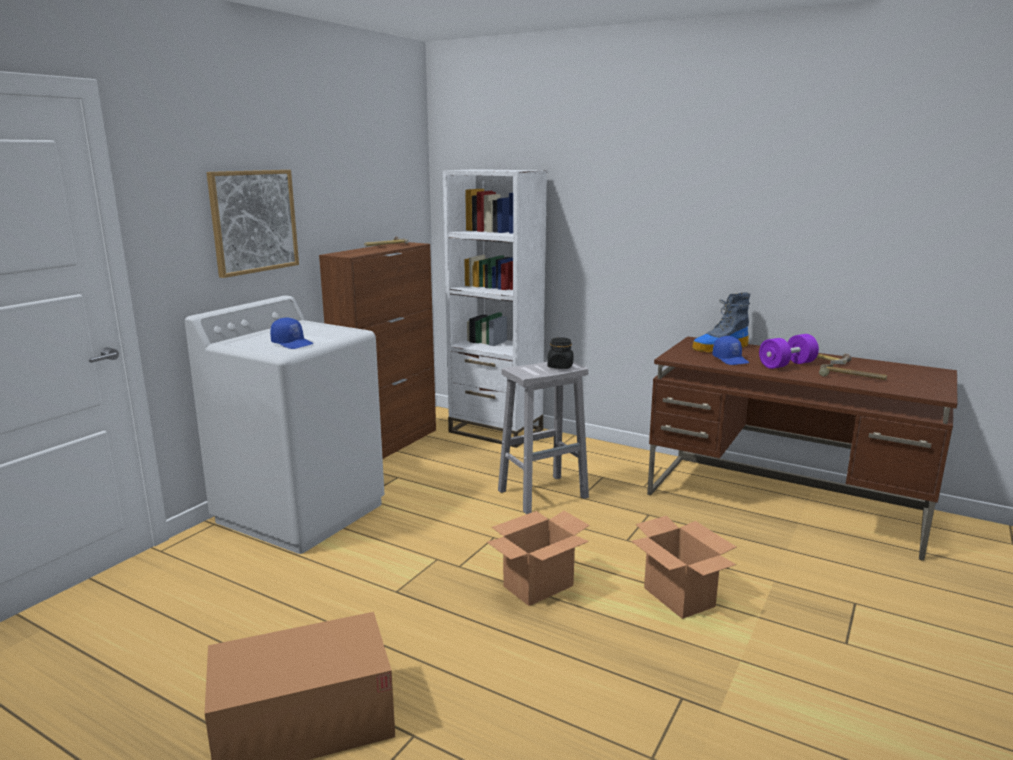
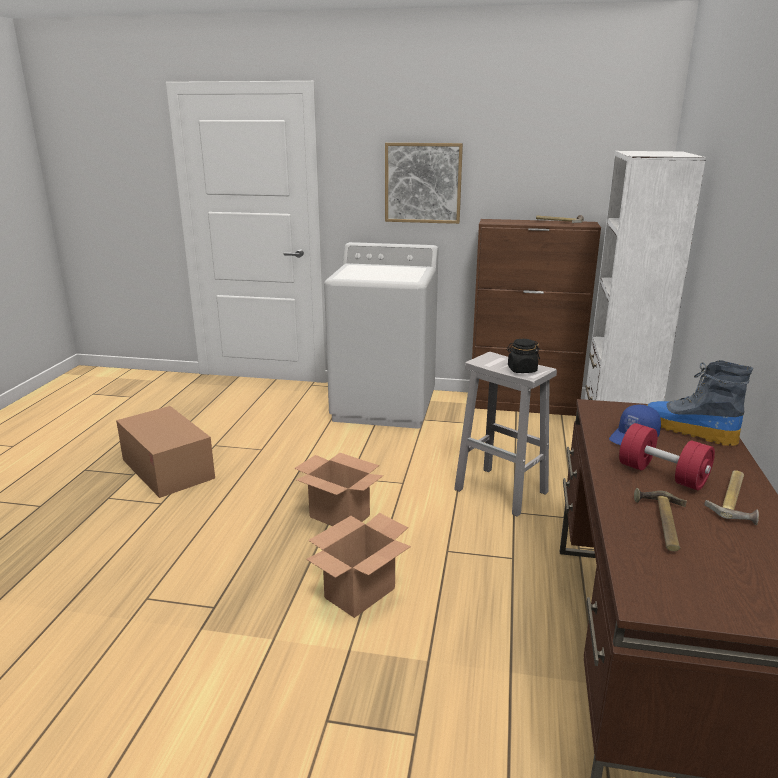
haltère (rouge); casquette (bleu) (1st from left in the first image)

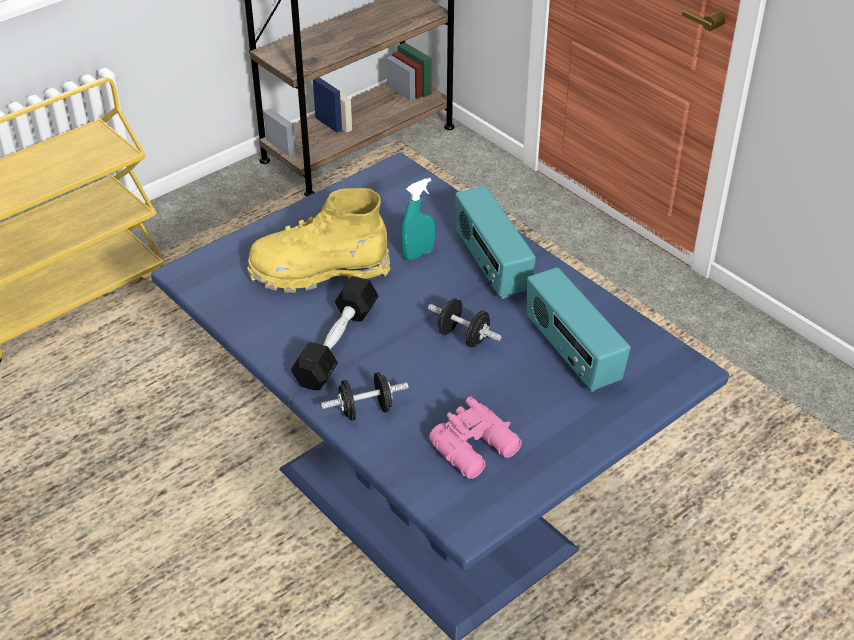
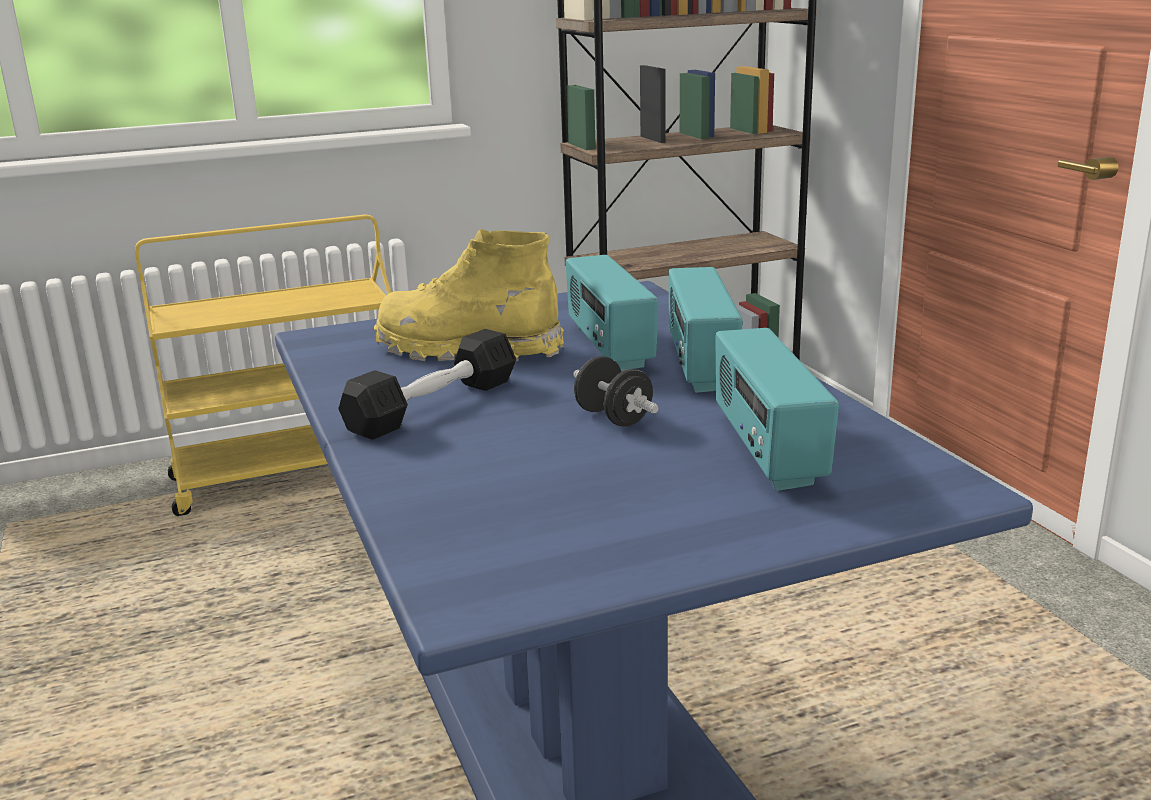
radio (1st from left); haltère (noir) (2nd from left in the first image); jumelles (rose)

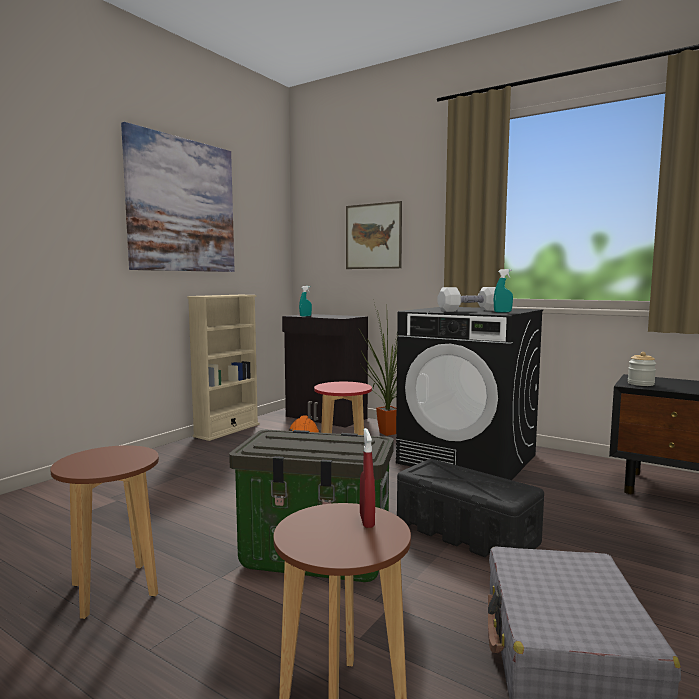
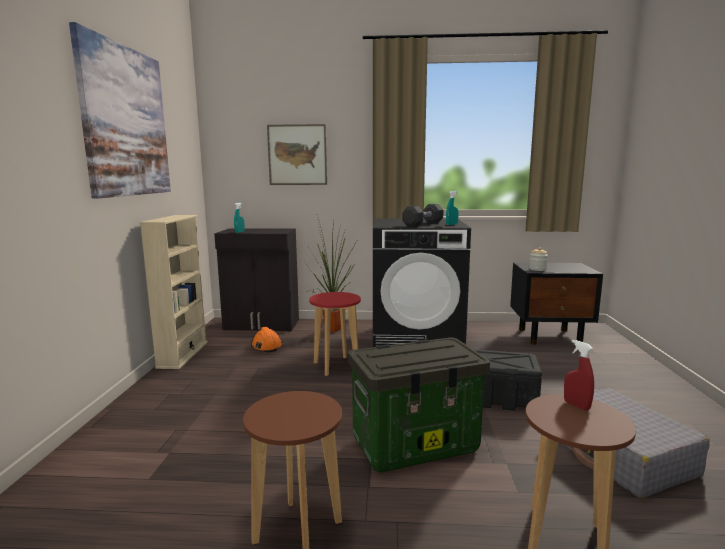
haltère (noir)

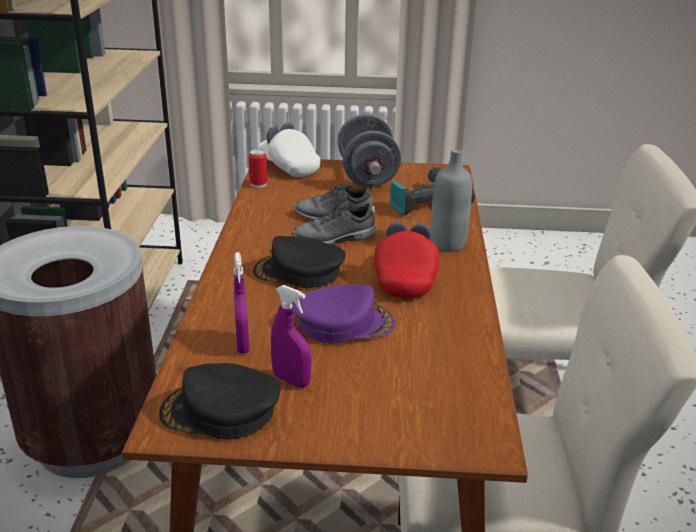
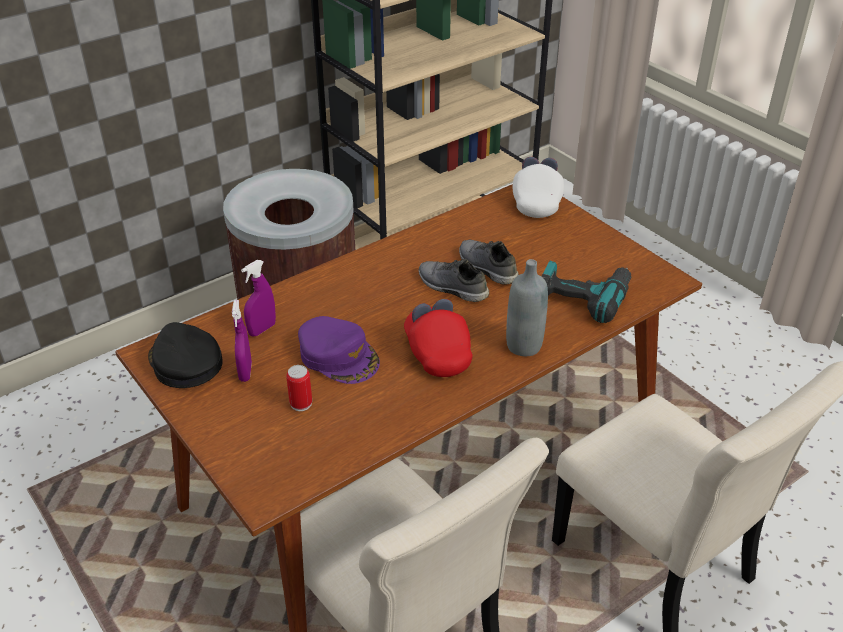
boîte métallique; casquette (rouge); casquette (noir) (2nd from left in the first image); haltère (gris)

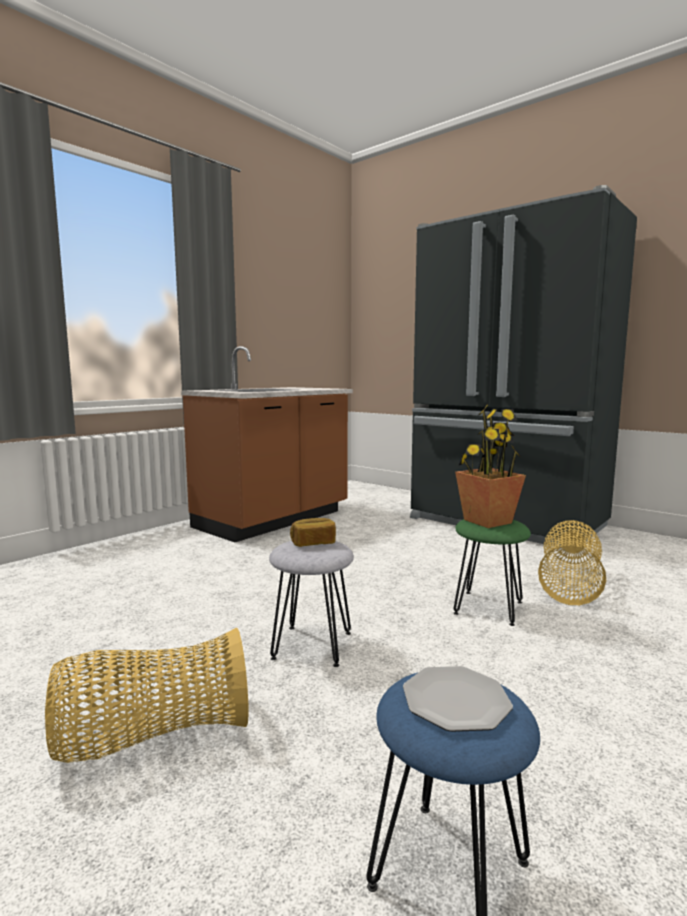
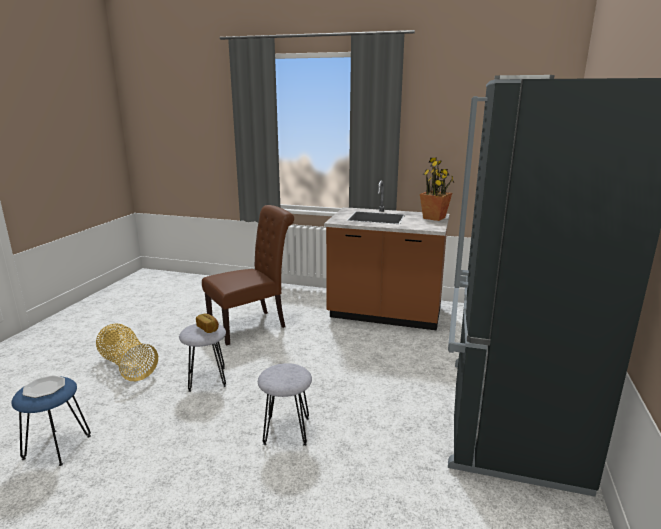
chaise (marron); tabouret (gris) (2nd from left); plante en pot; panier (2nd from left in the first image)

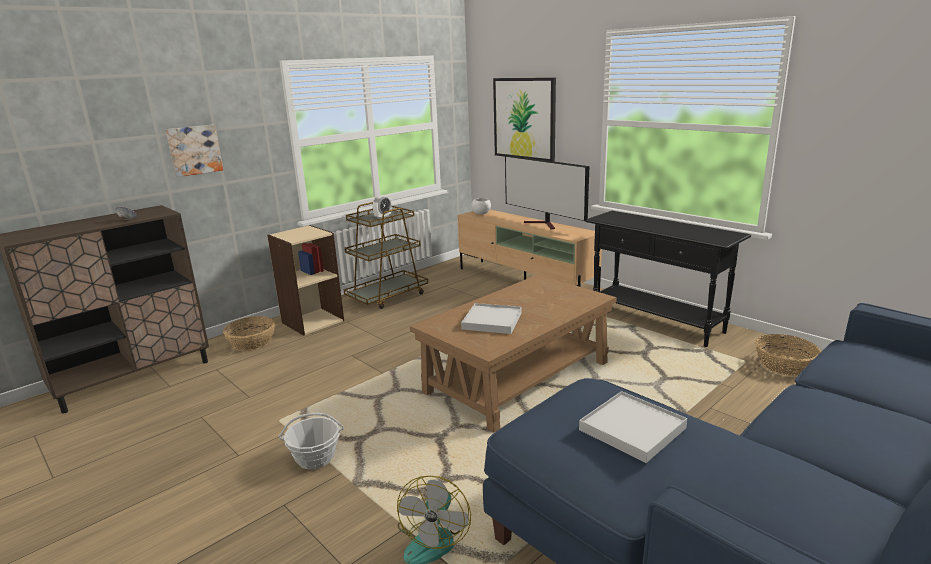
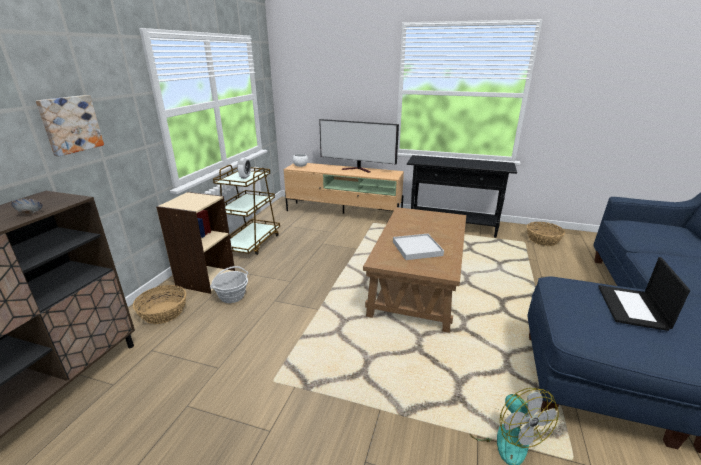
panier (2nd from left); ordinateur portable; tableau (2nd from left in the first image)

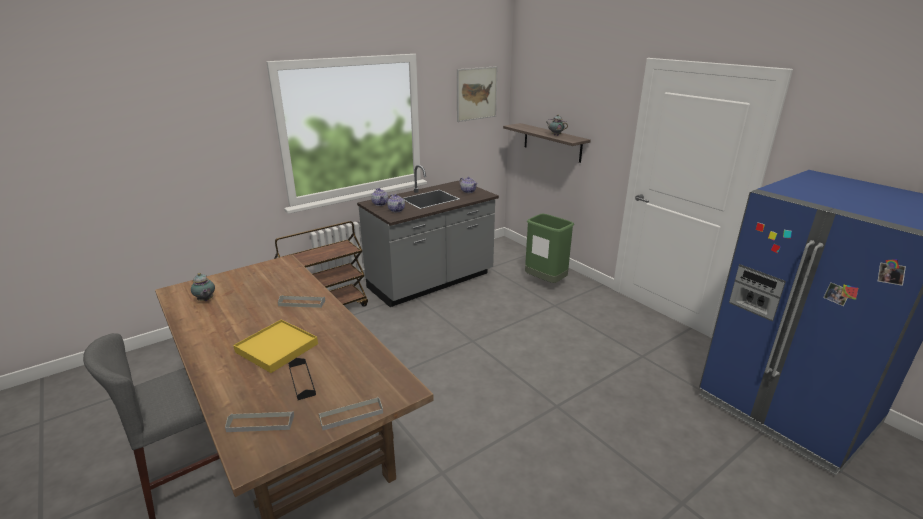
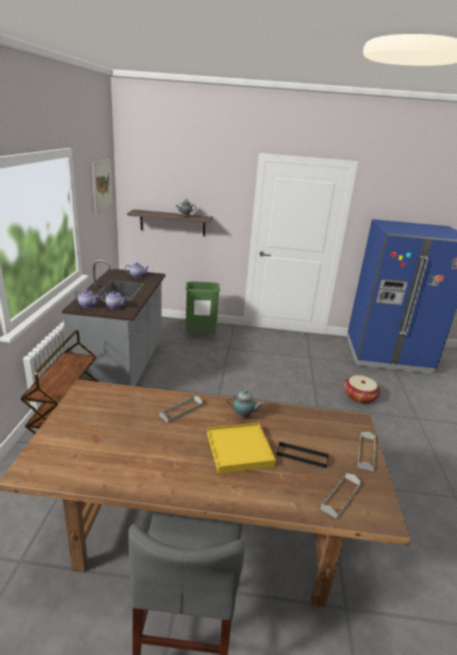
théière (5th from left); panier

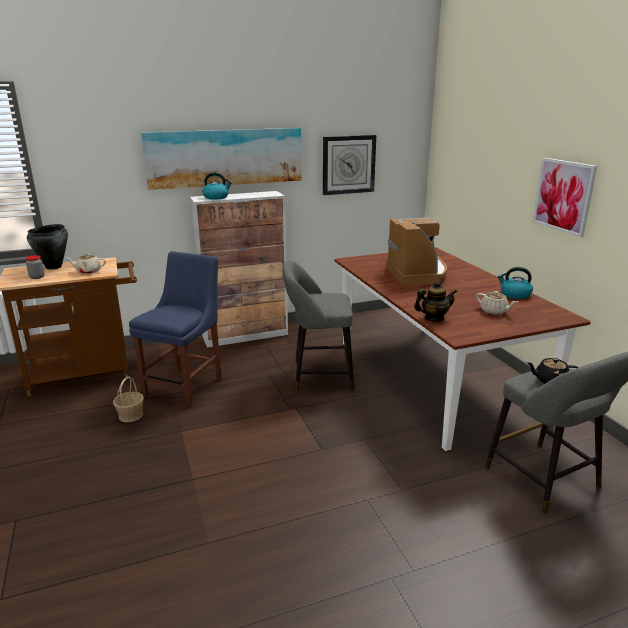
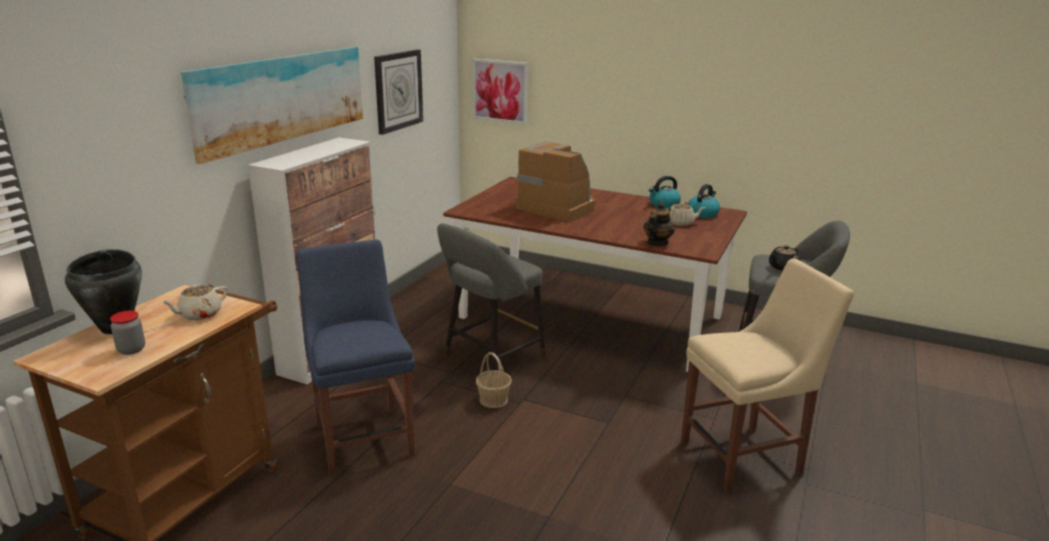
tableau (2nd from left); panier; chaise (beige); bouilloire (2nd from left)

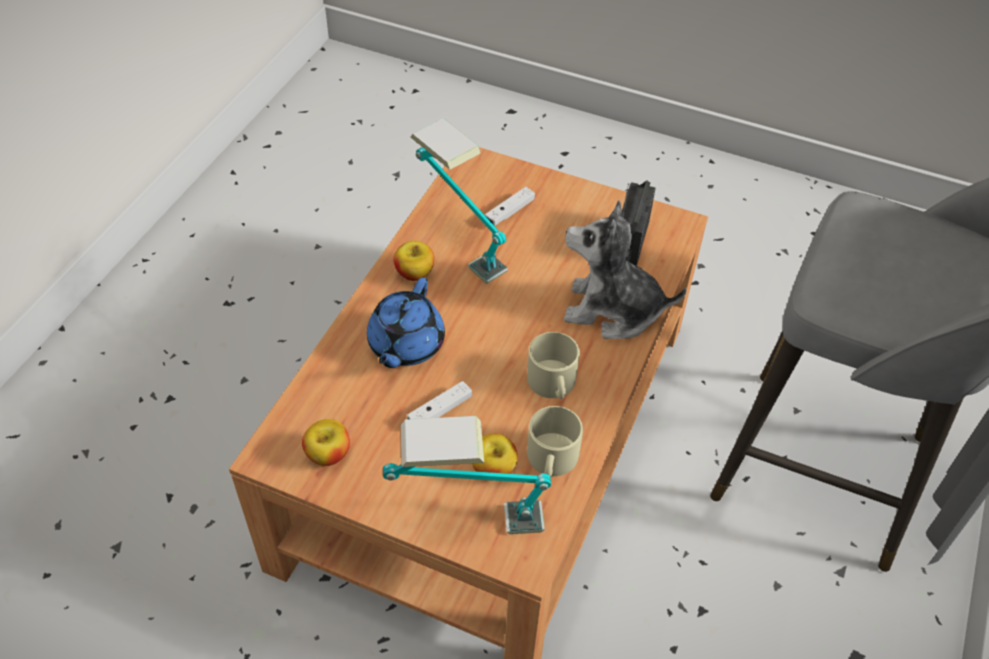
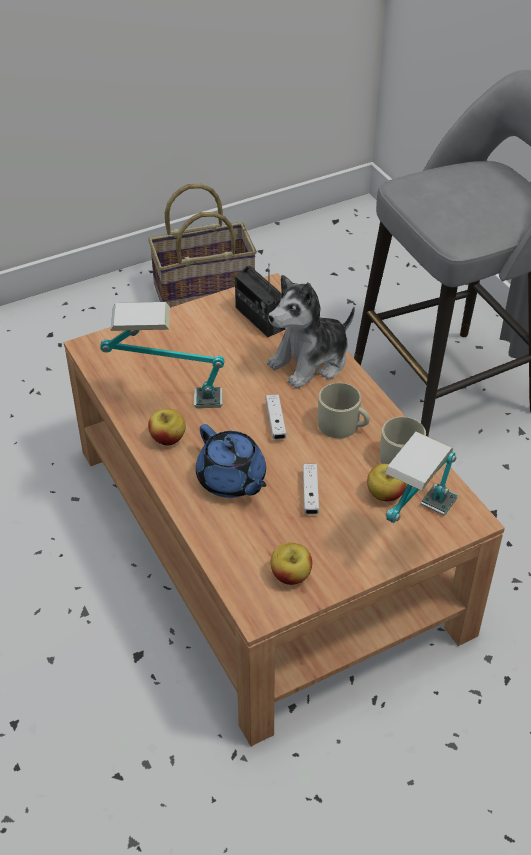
panier; manette (blanc) (1st from left)

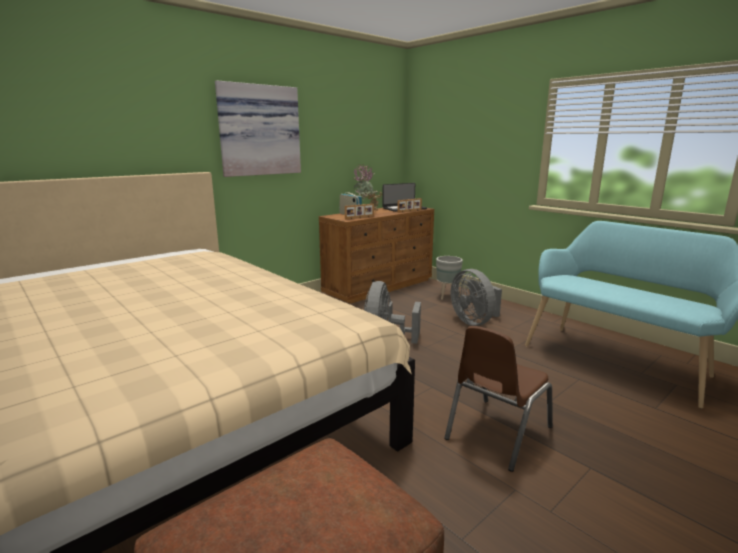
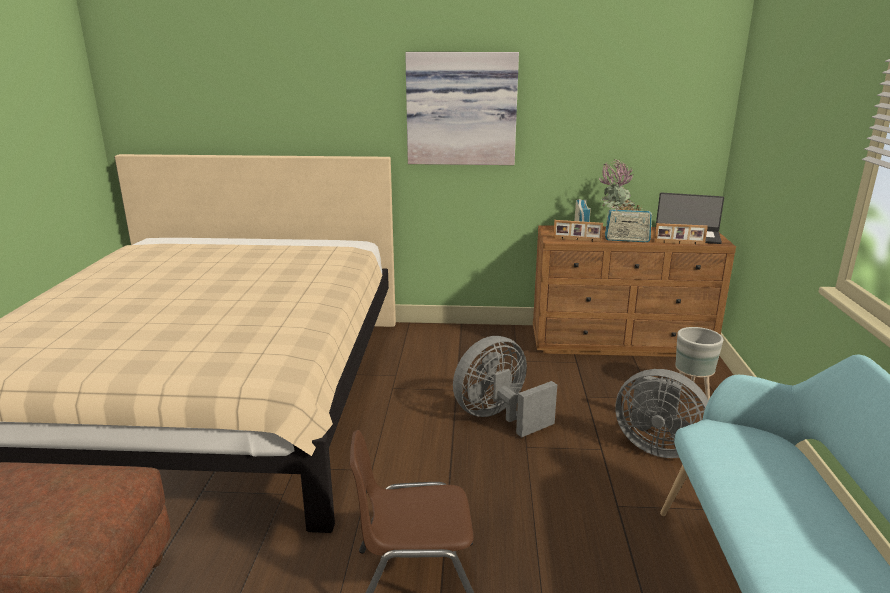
radio (2nd from left); ventilateur (gris) (2nd from left)

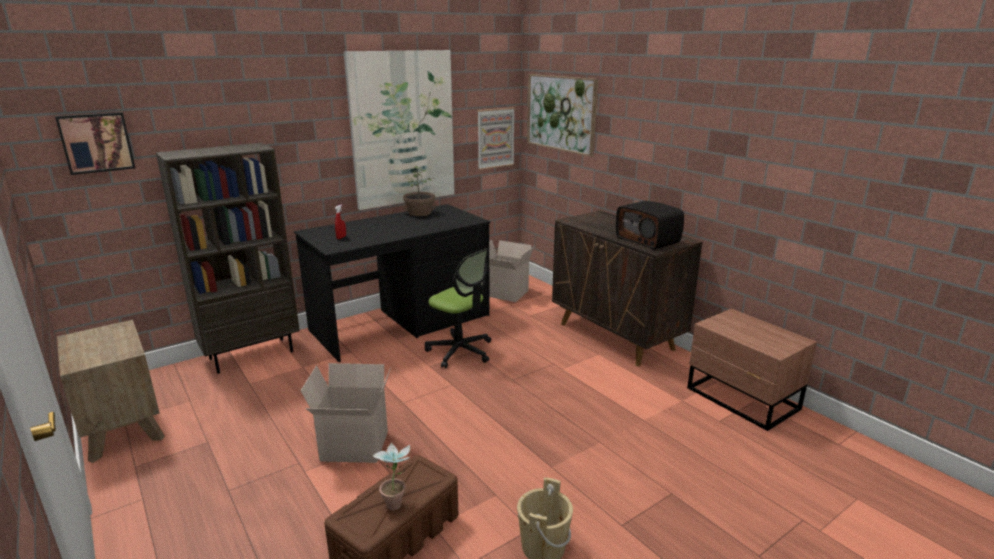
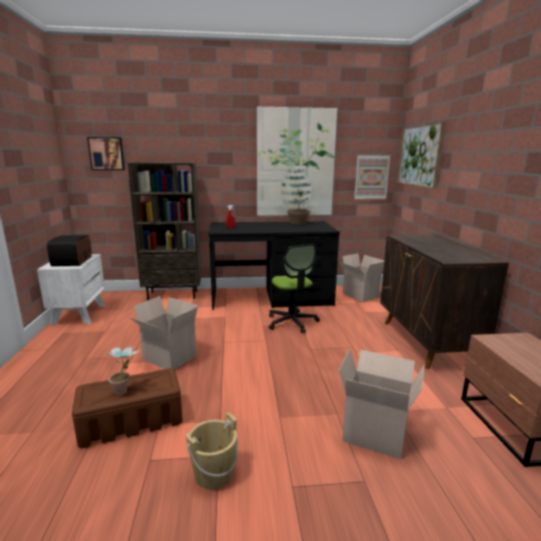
table de chevet (blanc); radio; carton (3rd from left)

